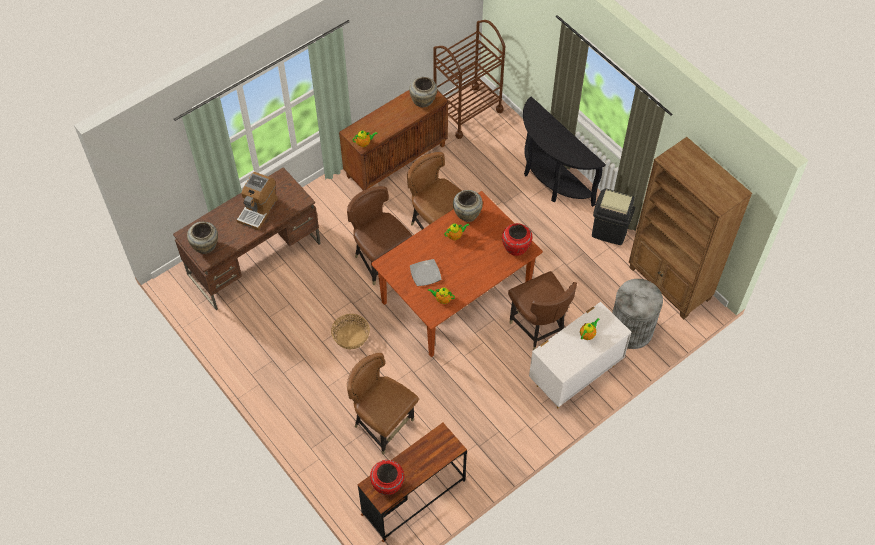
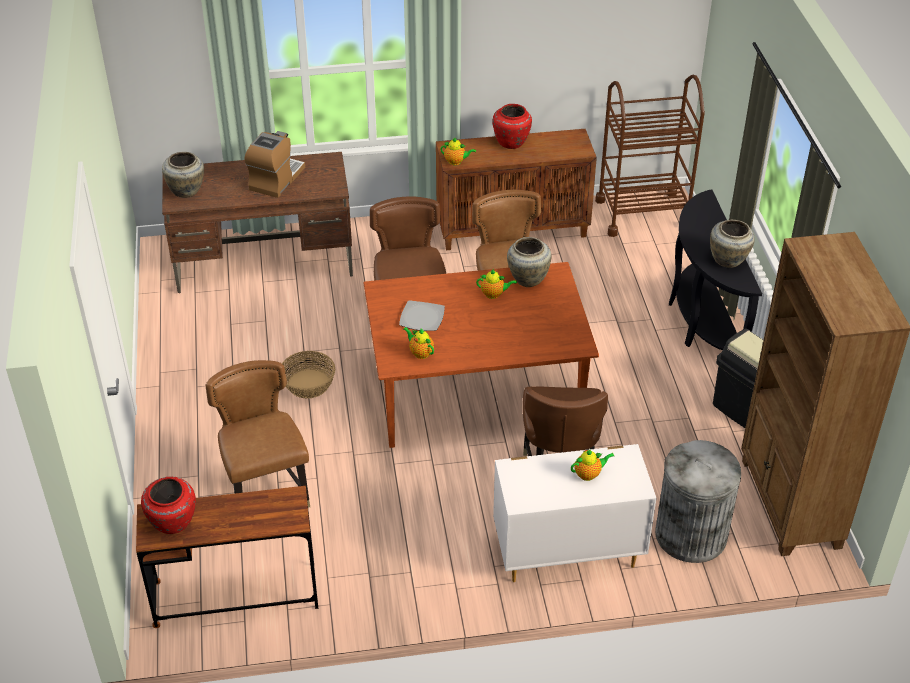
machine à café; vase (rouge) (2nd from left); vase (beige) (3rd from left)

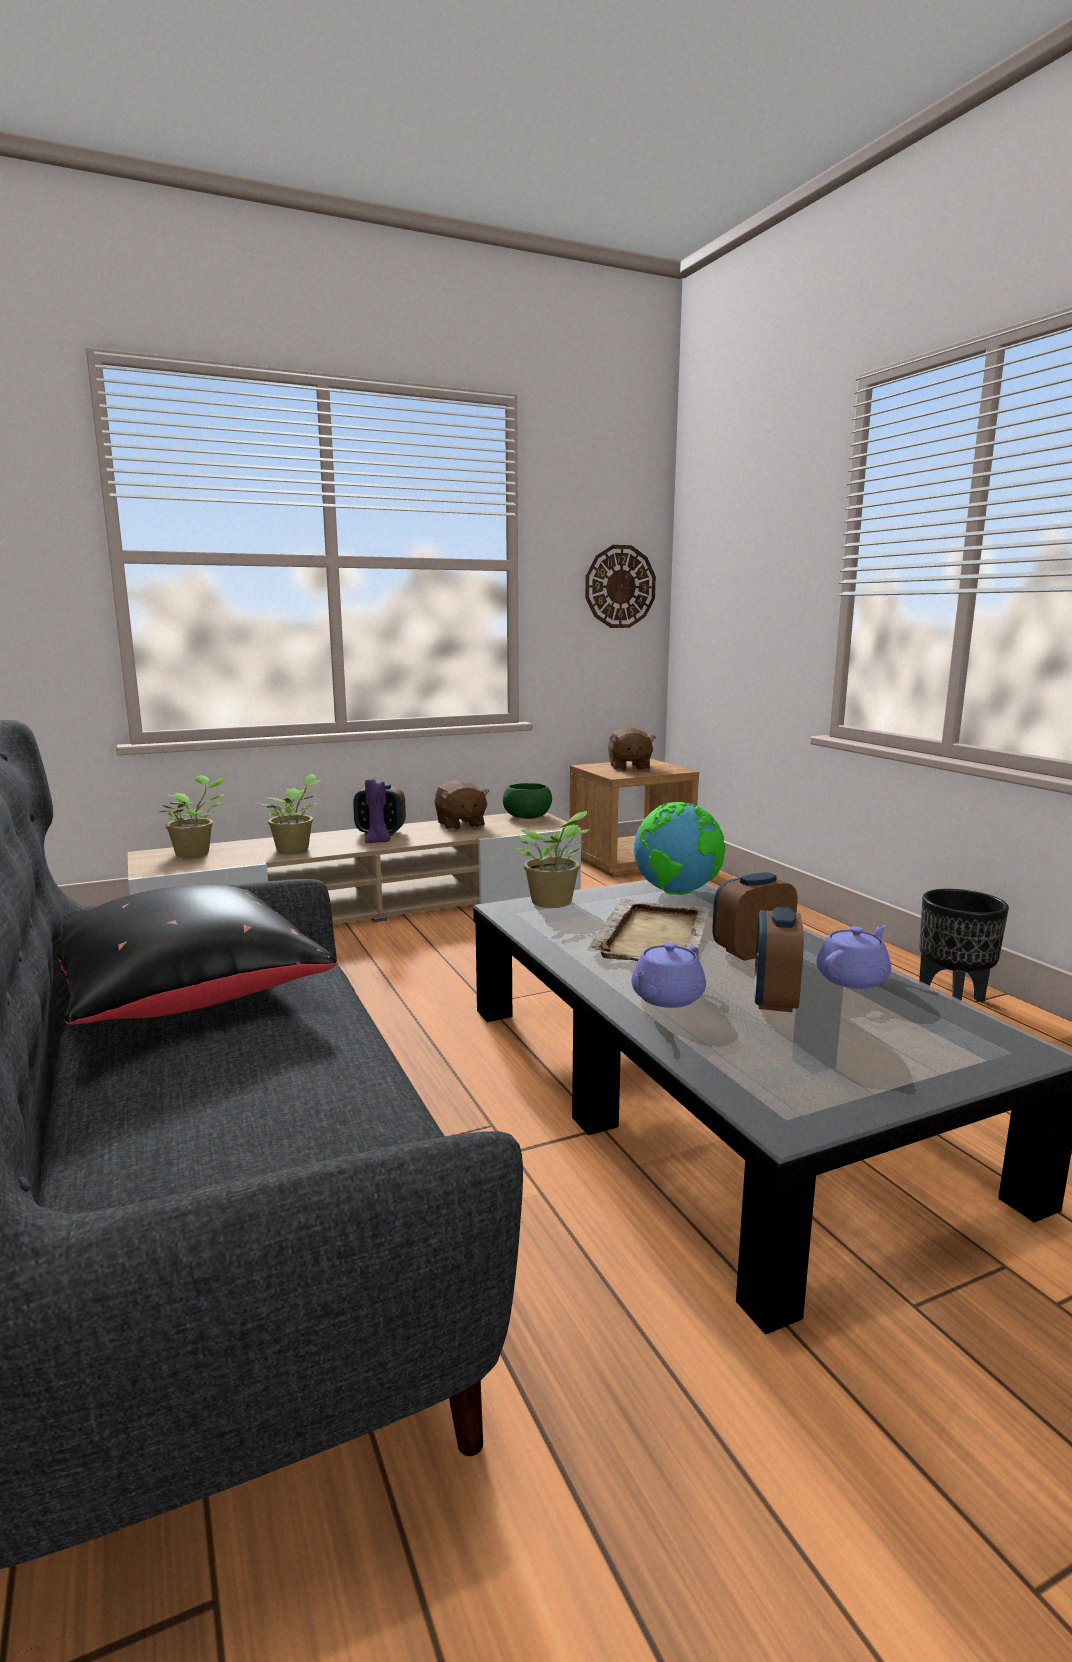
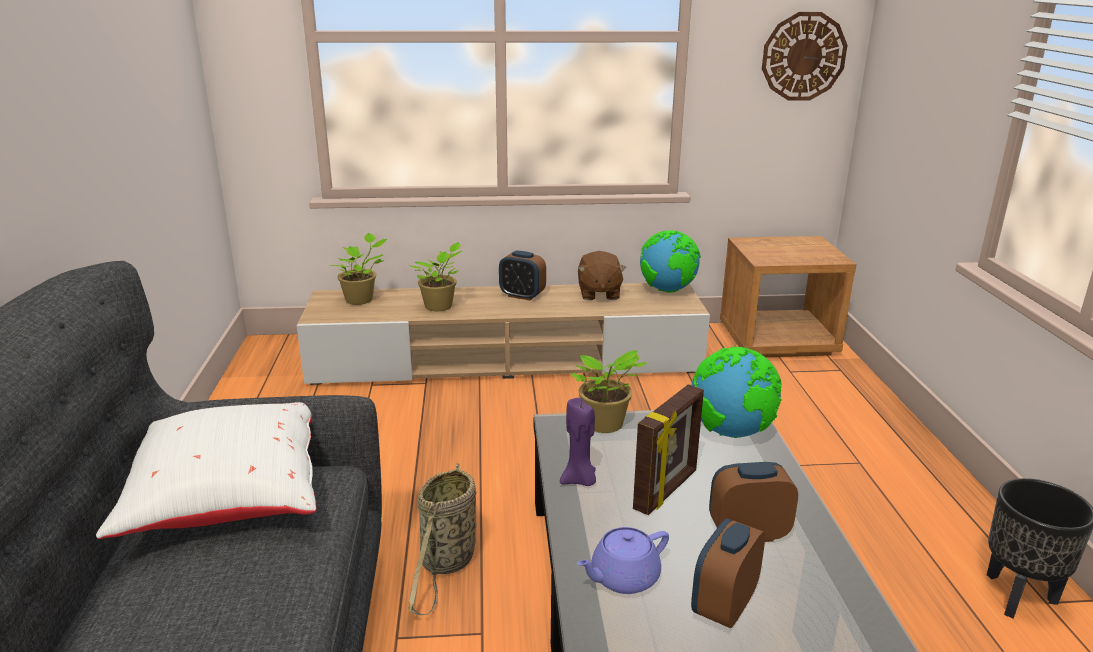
coussin (blanc); panier; bougie (violet); cadre photo; globe (1st from left); peluche (marron) (2nd from left in the first image); théière (violet) (2nd from left in the first image)

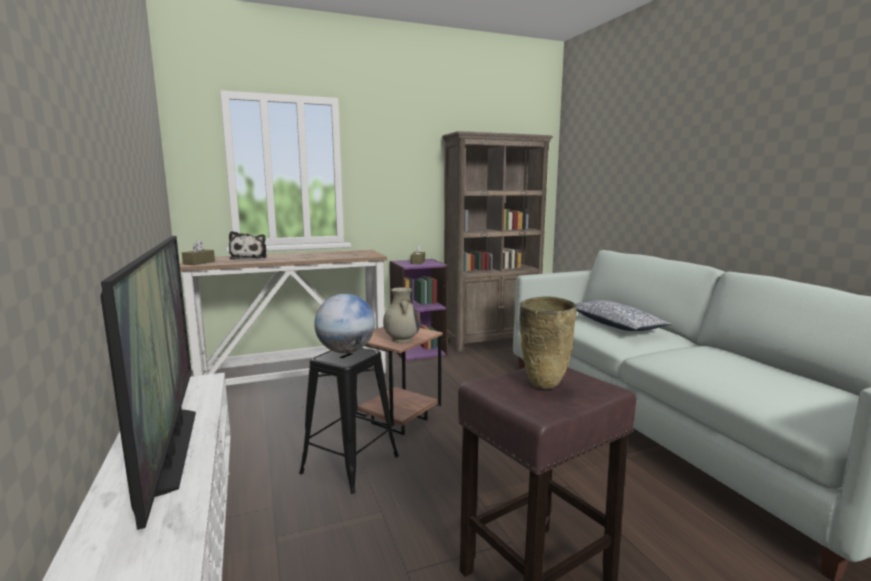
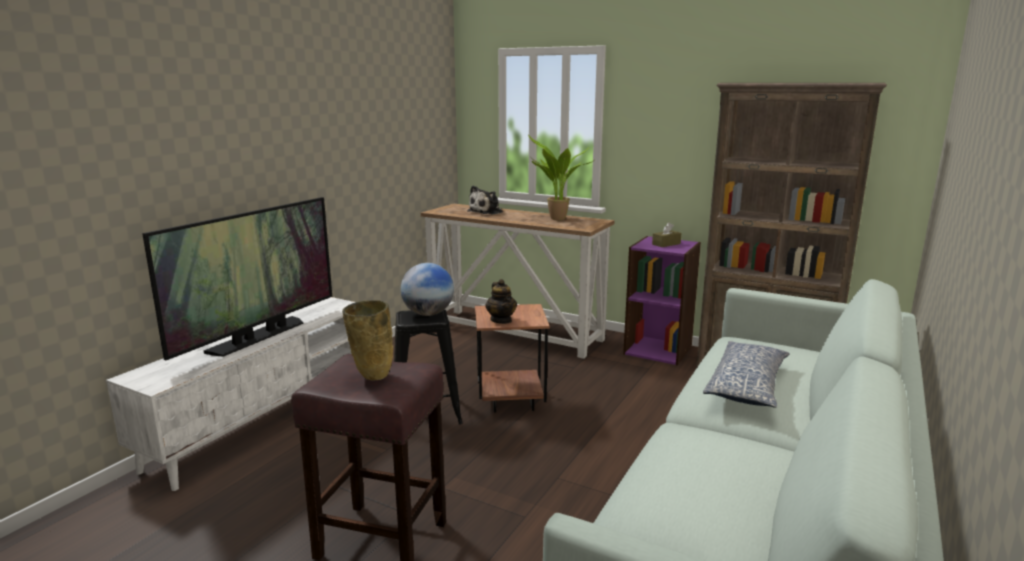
théière; plante en pot; boîte à mouchoirs (marron) (1st from left in the first image)

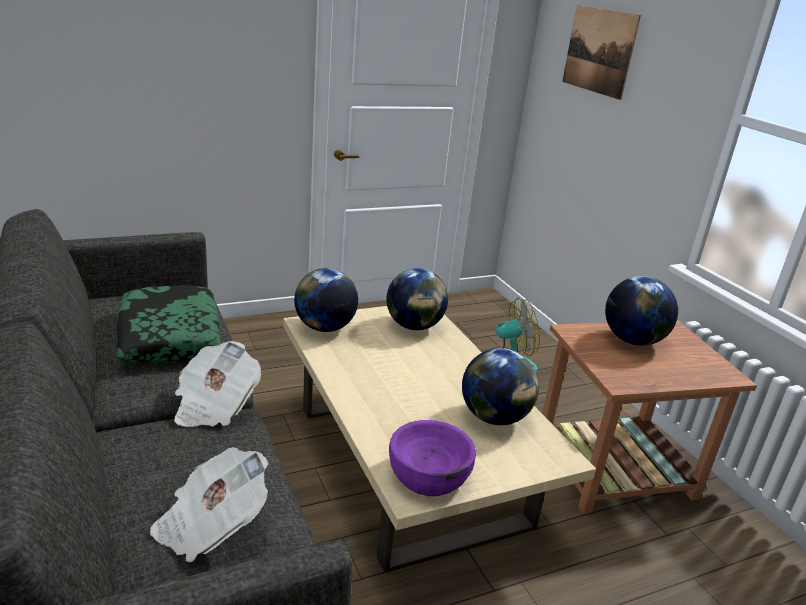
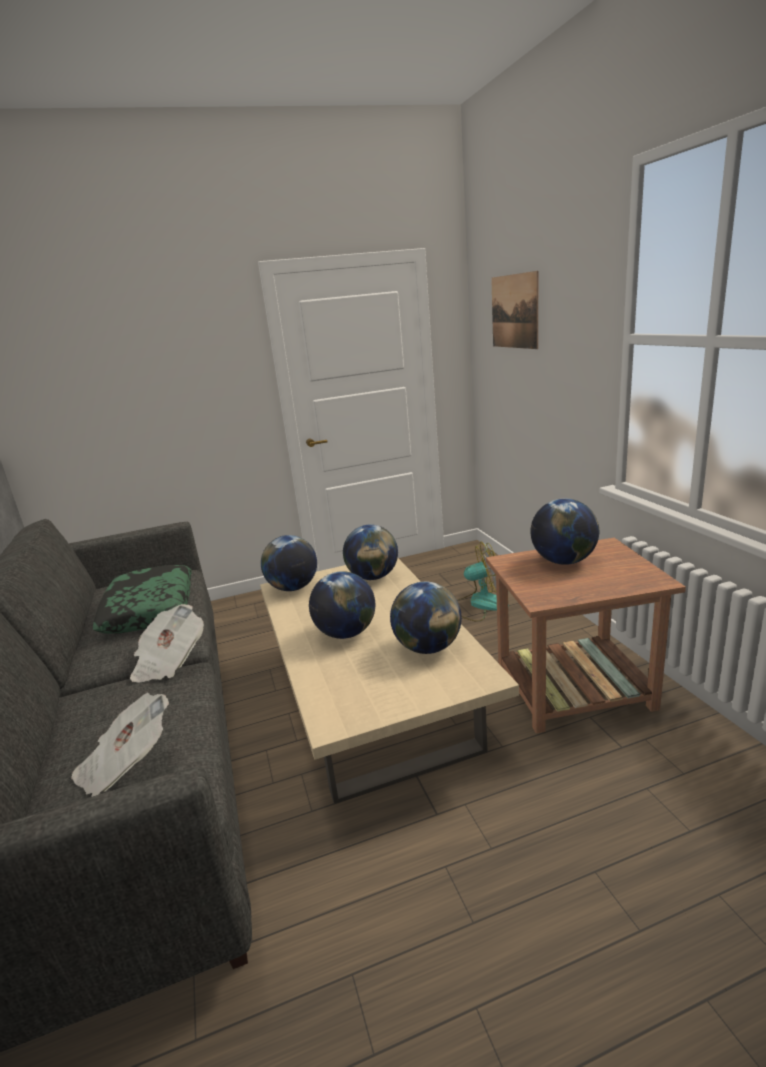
globe (2nd from left); bol (violet)

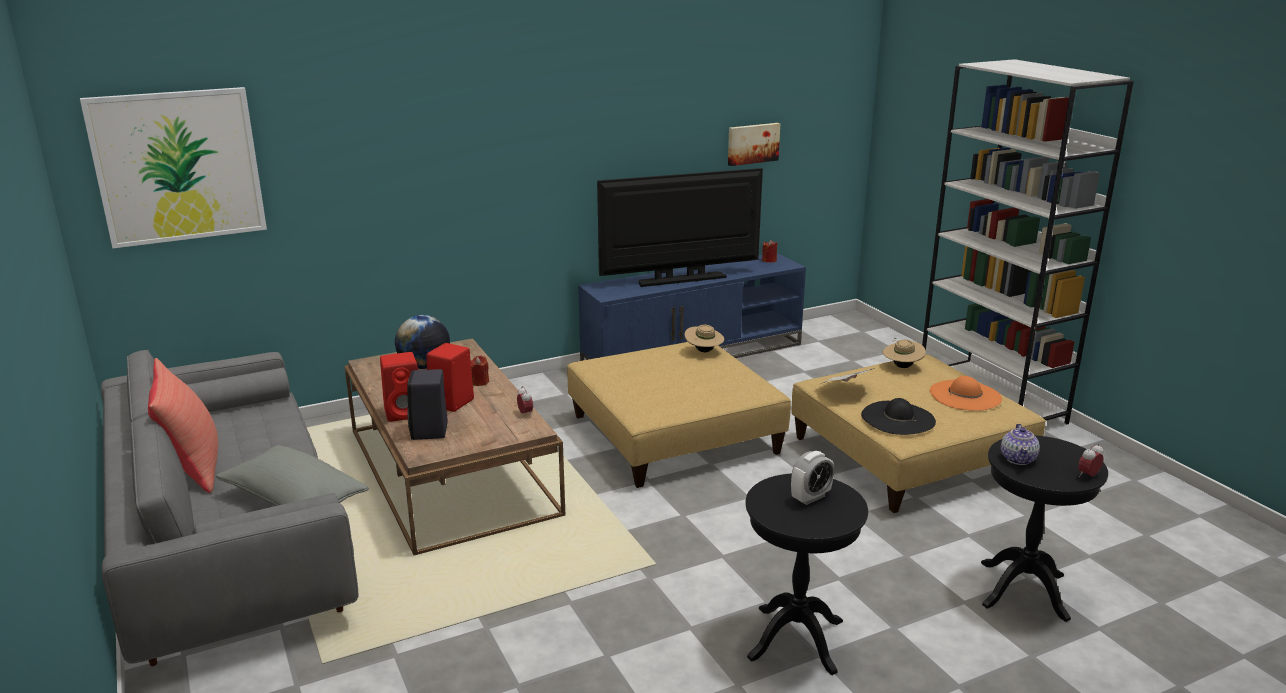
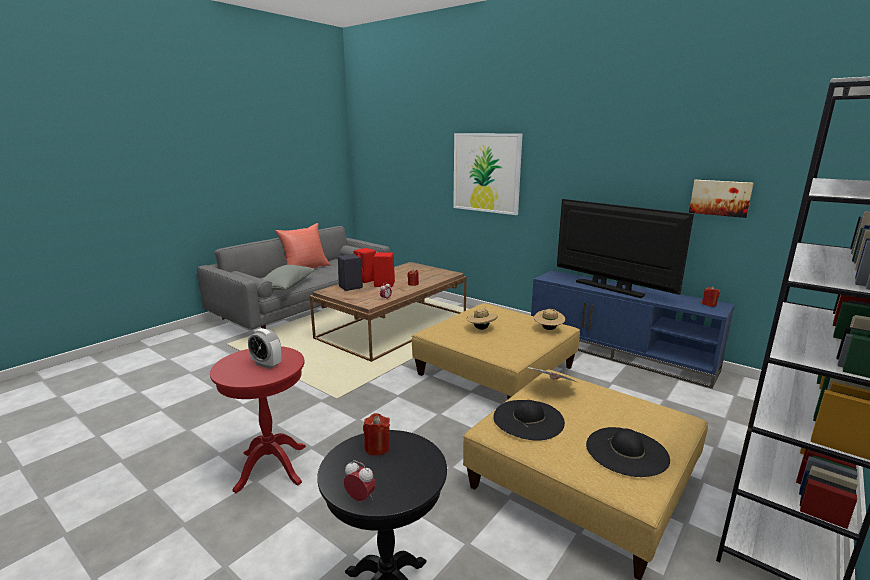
table d'appoint (rouge); bougie (rouge) (1st from left); tableau (1st from left); chapeau (beige) (1st from left); chapeau (noir) (2nd from left); globe

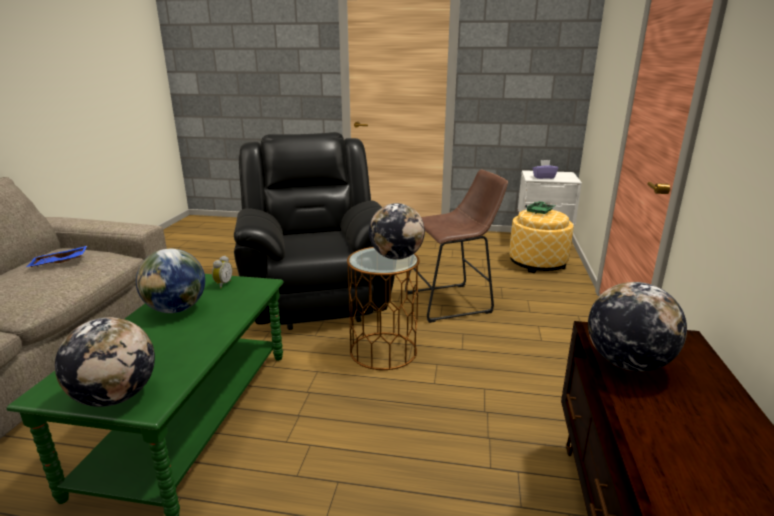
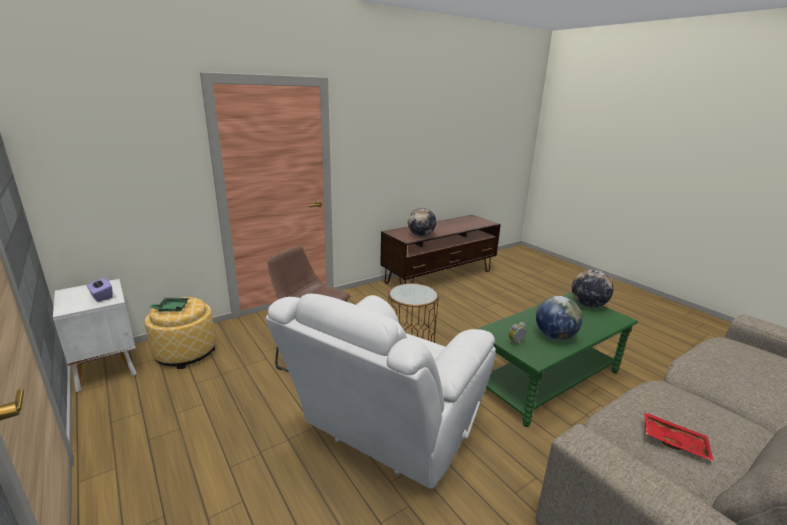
fauteuil (blanc); plateau (rouge); globe (3rd from left in the first image)

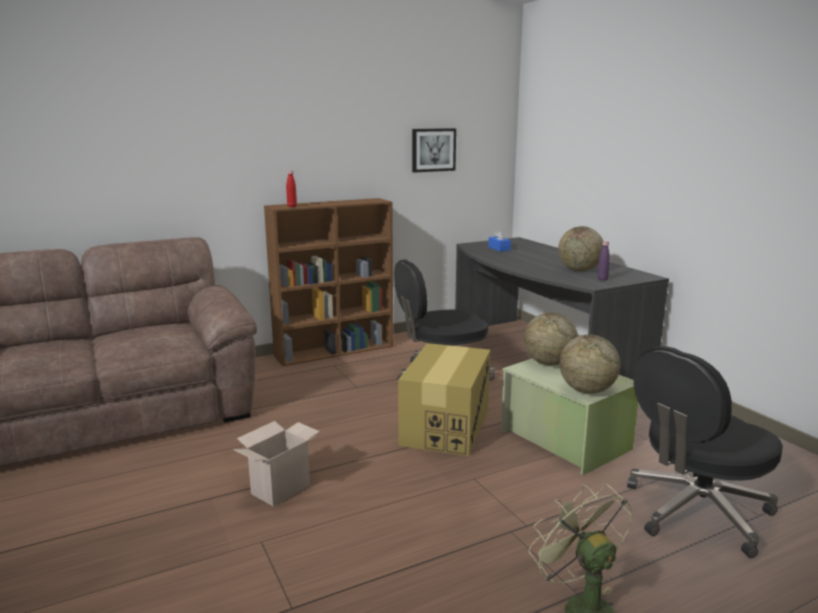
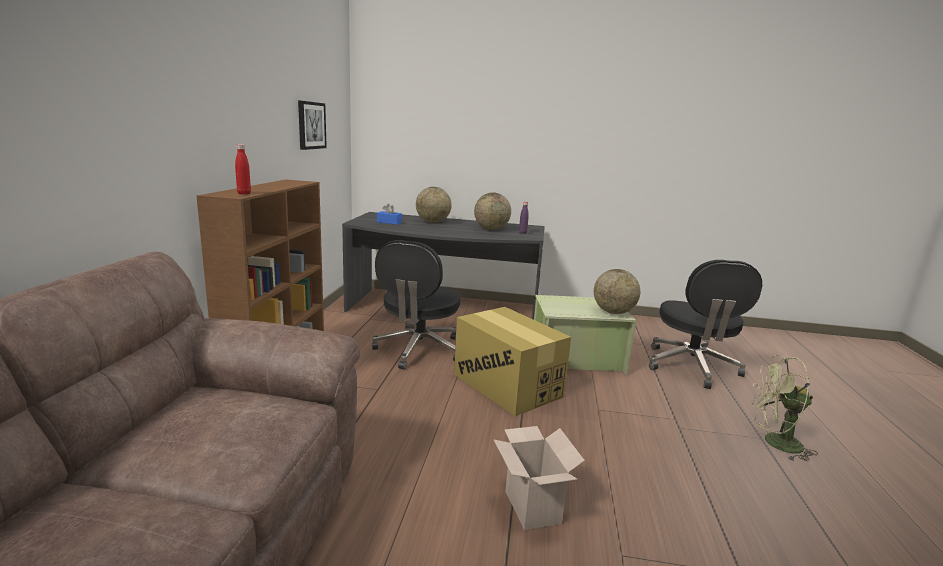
globe (1st from left)

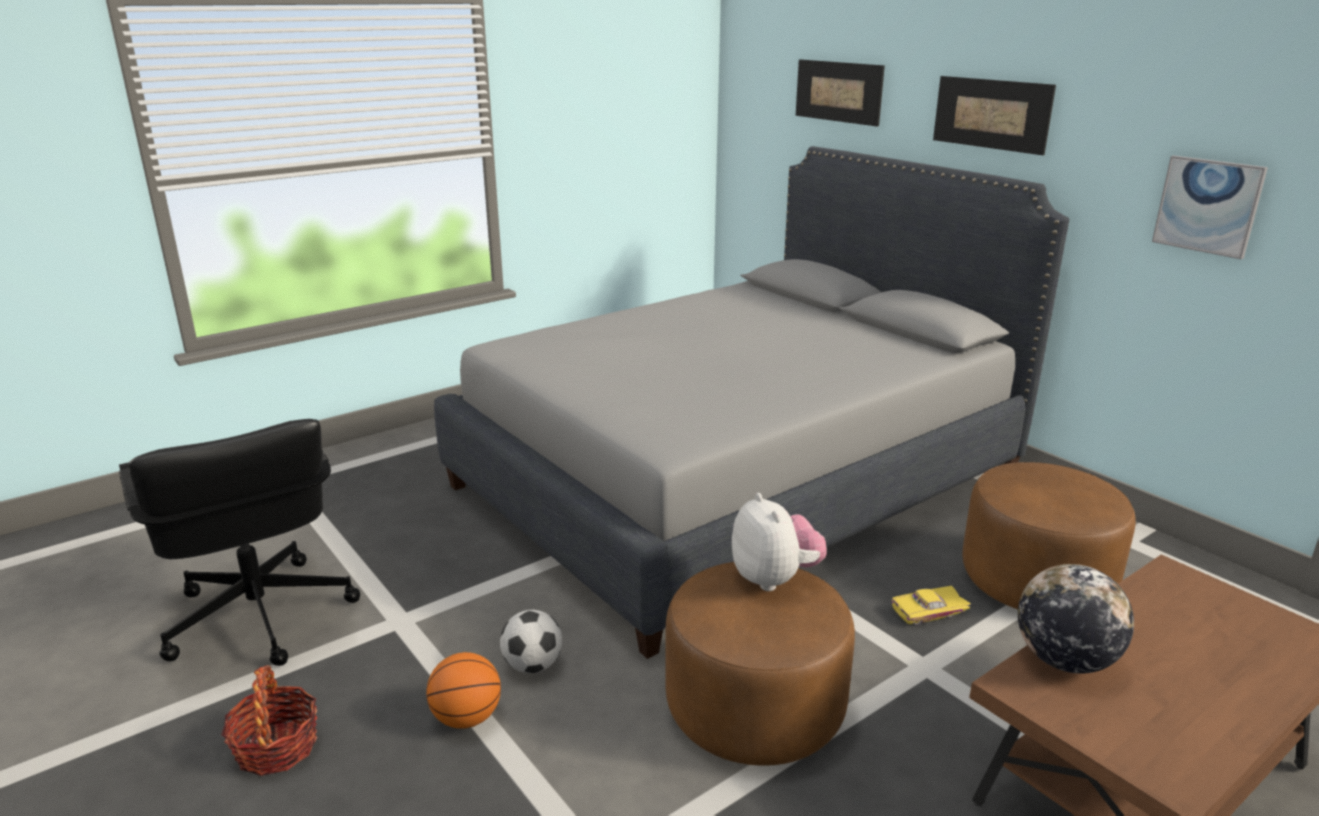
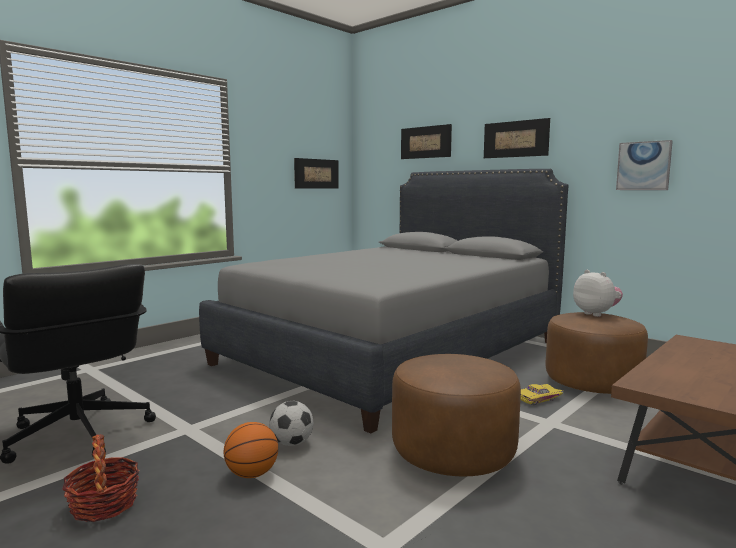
tableau (1st from left); peluche; globe

